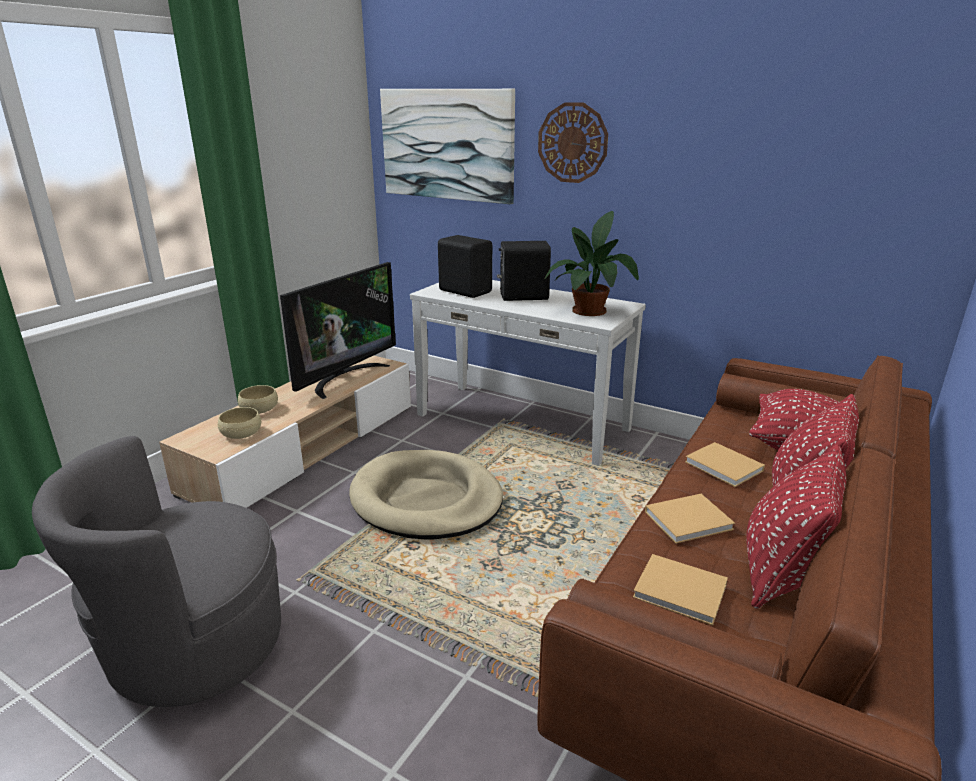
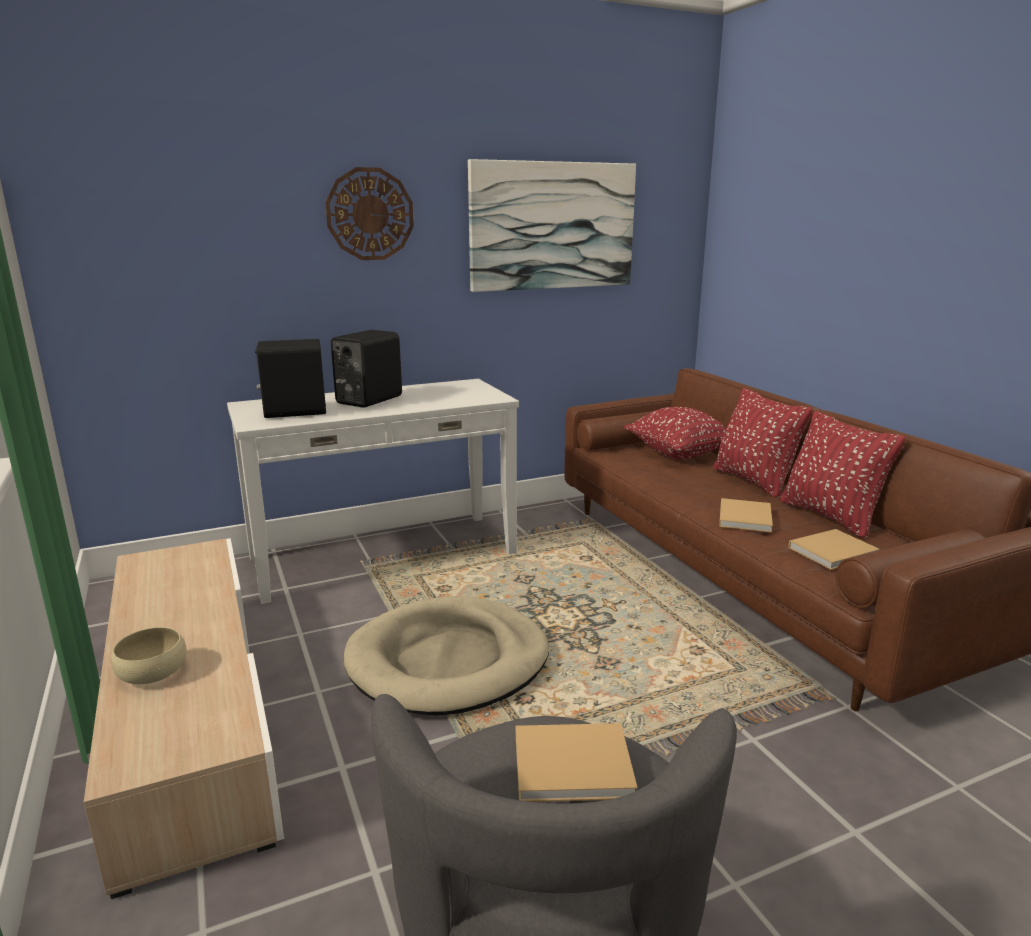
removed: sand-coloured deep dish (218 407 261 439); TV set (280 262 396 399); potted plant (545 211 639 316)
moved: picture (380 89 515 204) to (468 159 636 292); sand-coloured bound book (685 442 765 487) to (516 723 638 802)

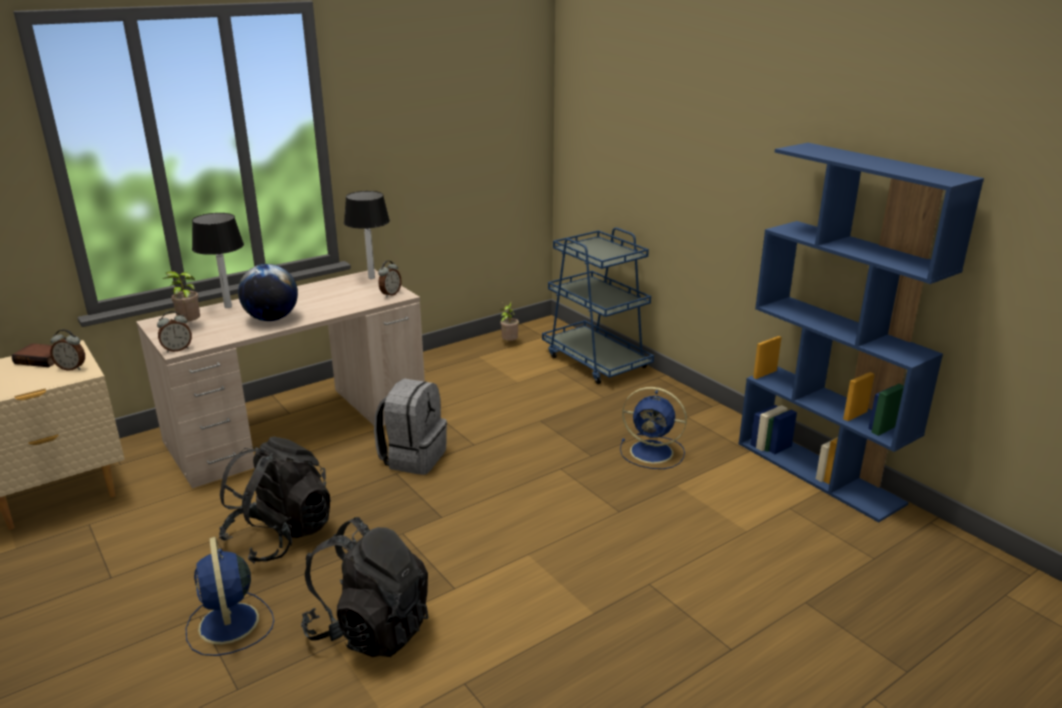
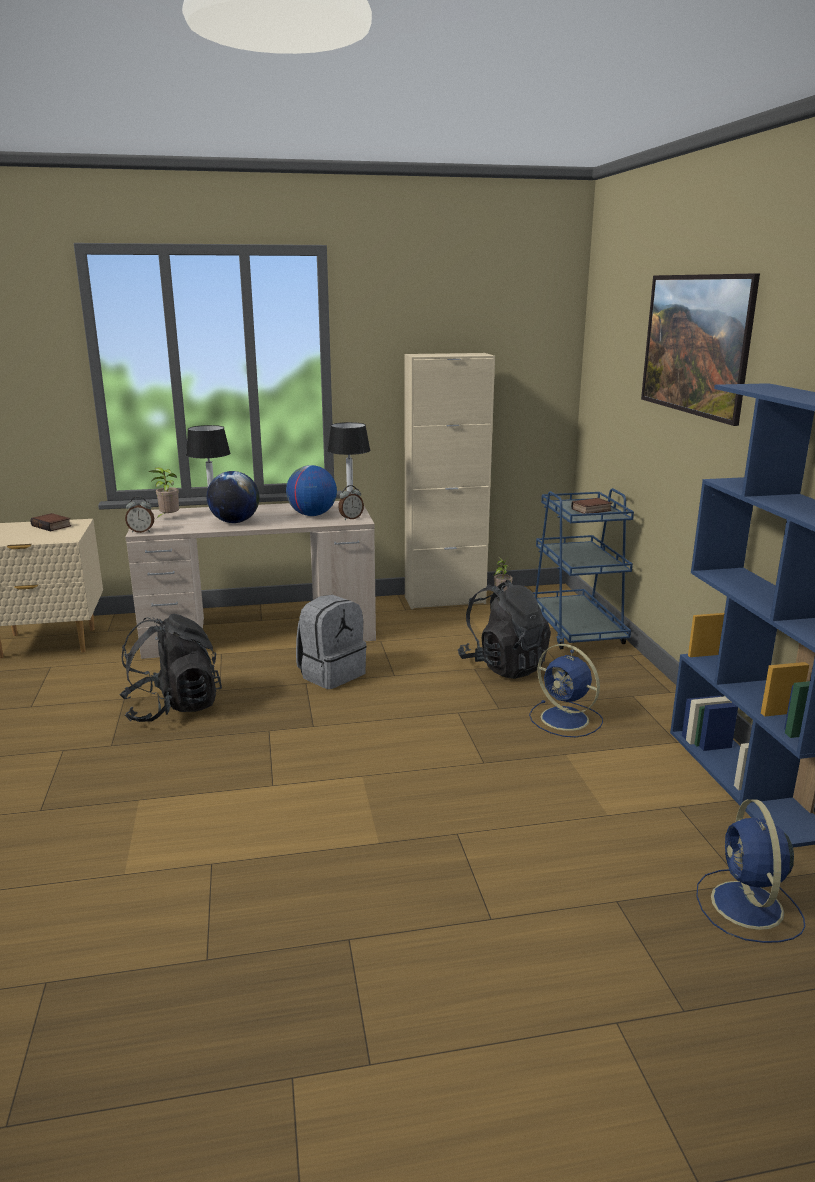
removed: bedside clock (50 329 85 371)
added: world globe (286 465 337 516); sand-coloured cupboard (405 353 495 609); bound book (571 498 612 514); picture (641 273 760 426)
moved: blue-coloured fan (186 537 274 656) to (696 799 805 943); blackish rucksack (301 517 428 657) to (458 580 551 679)

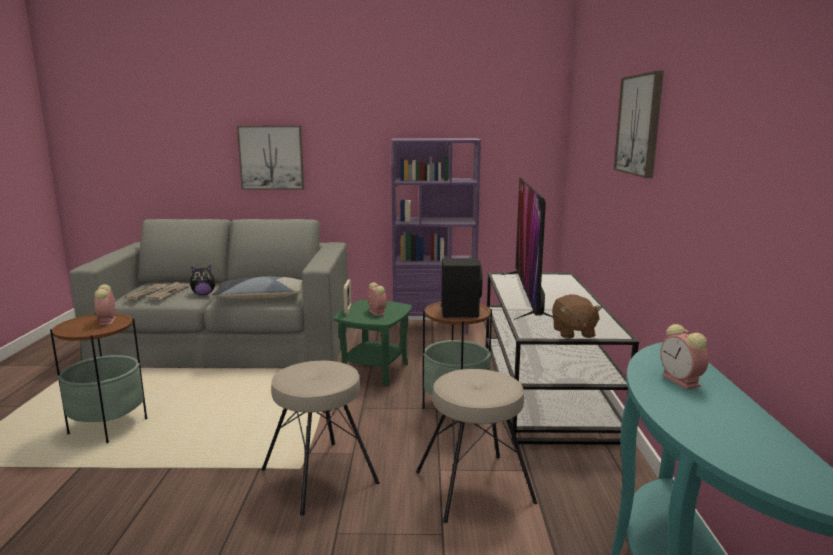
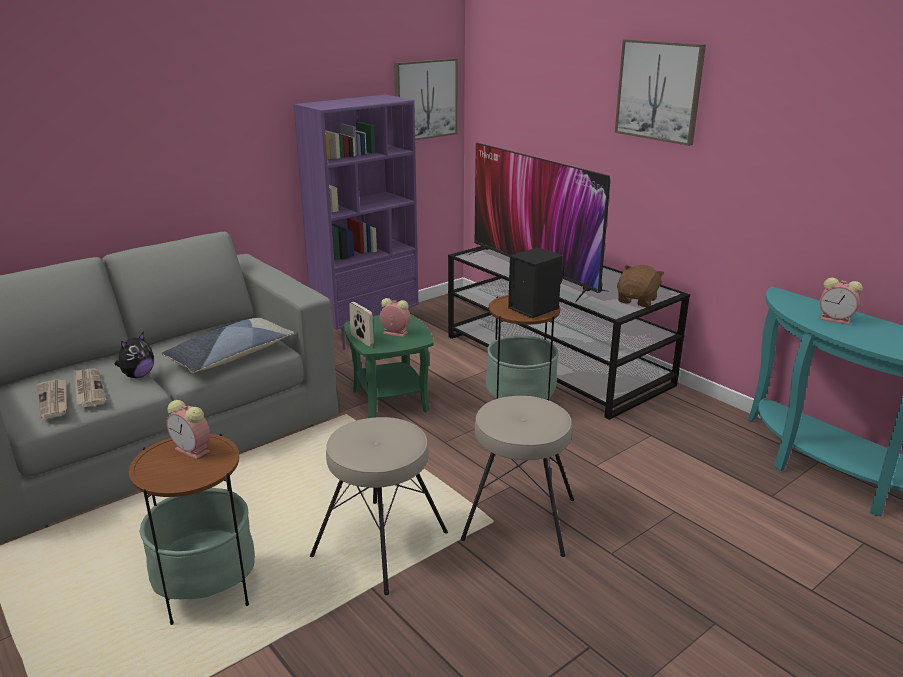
moved: picture (237 126 304 190) to (394 58 458 140); sand-coloured sitting stool (416 369 538 523) to (310 417 448 595)
turned: brown cuddly toy (552 294 602 339) = (617 265 665 307) 105 degrees counterclockwise

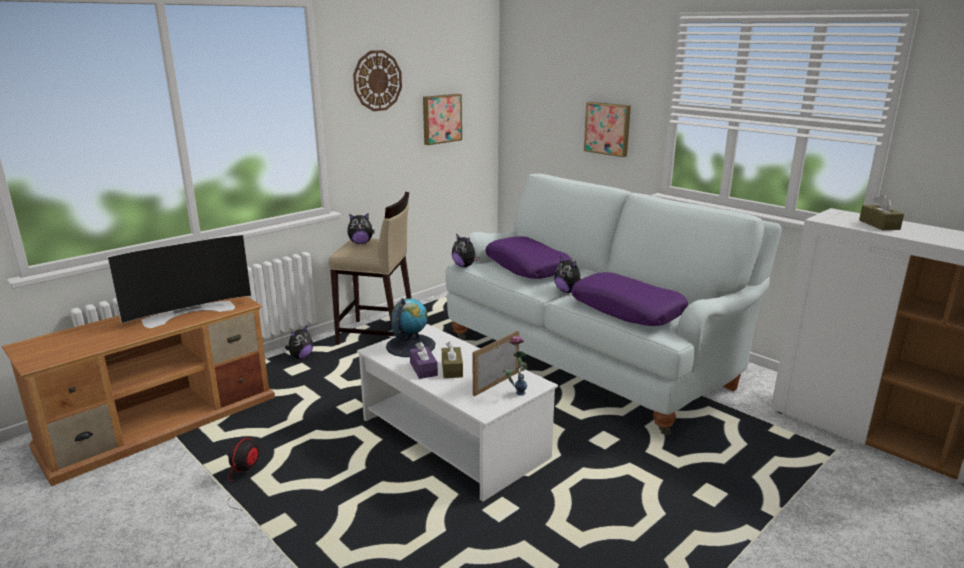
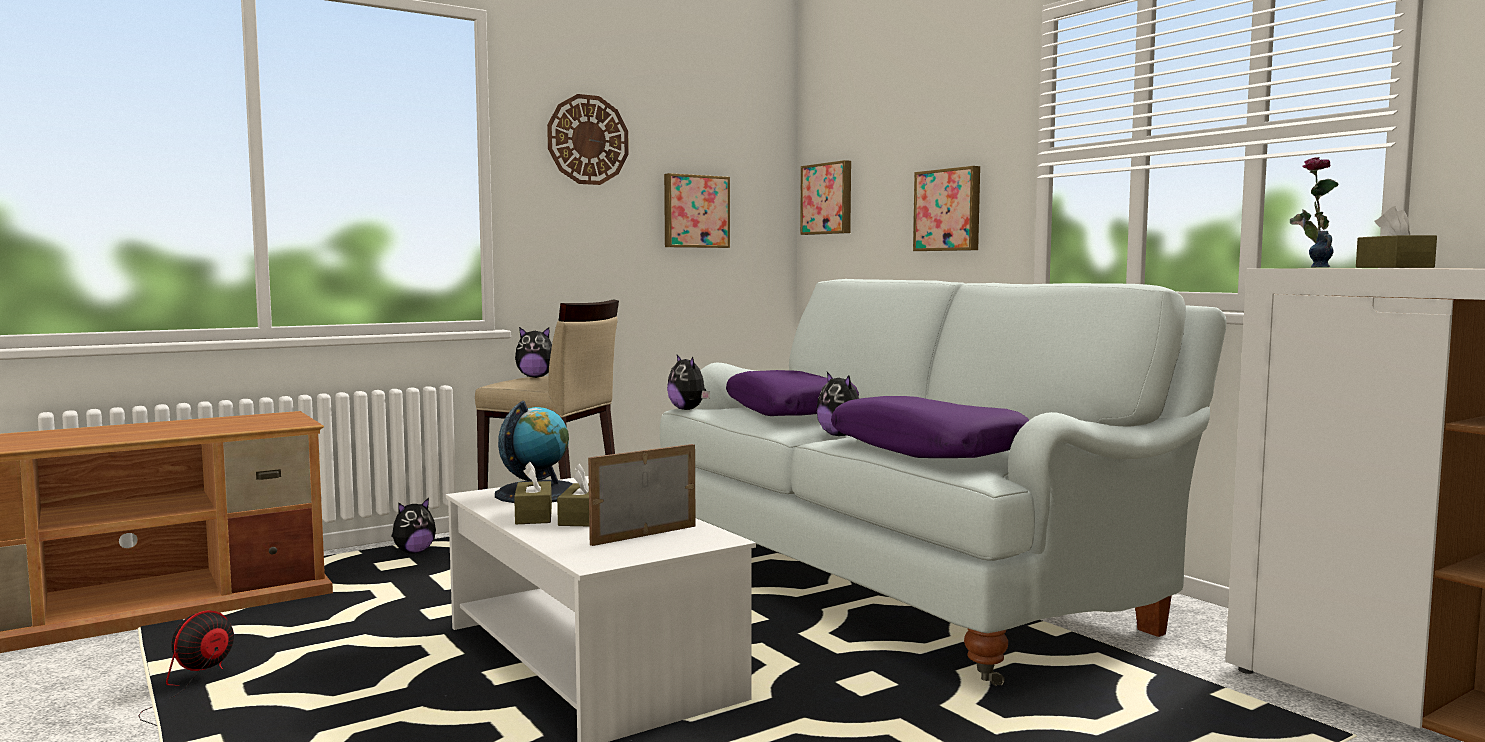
removed: TV set (107 235 252 328)
added: picture (800 160 851 235)
moved: decorative vase (502 336 527 396) to (1290 157 1339 268)
recoloured: purple box of tissues (410 342 438 379) to brown box of tissues (514 462 552 524)

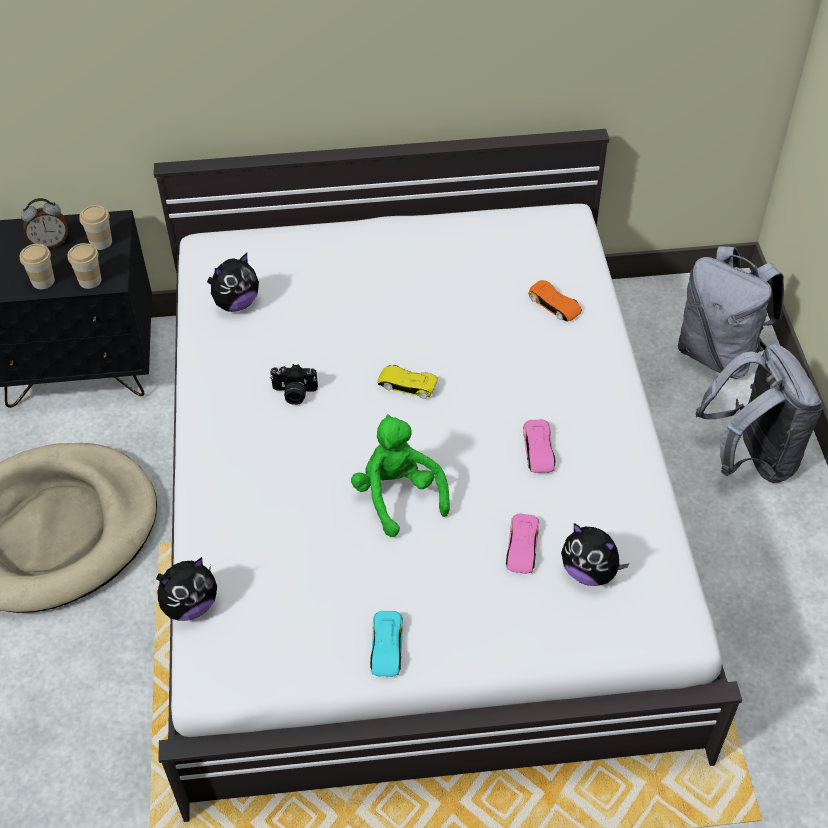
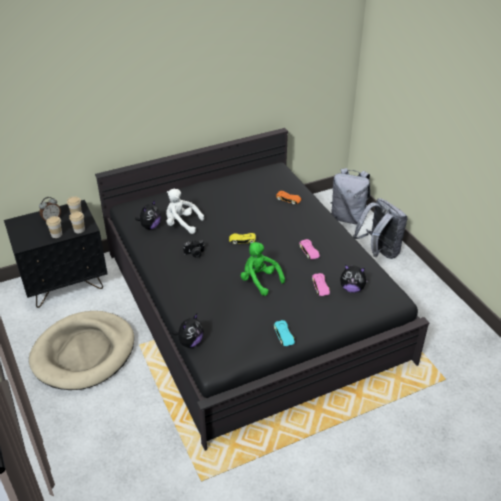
added: white cuddly toy (166 189 204 234)
recoloured: white bedroom bed (154 129 742 822) to blackish bedroom bed (95 128 429 451)

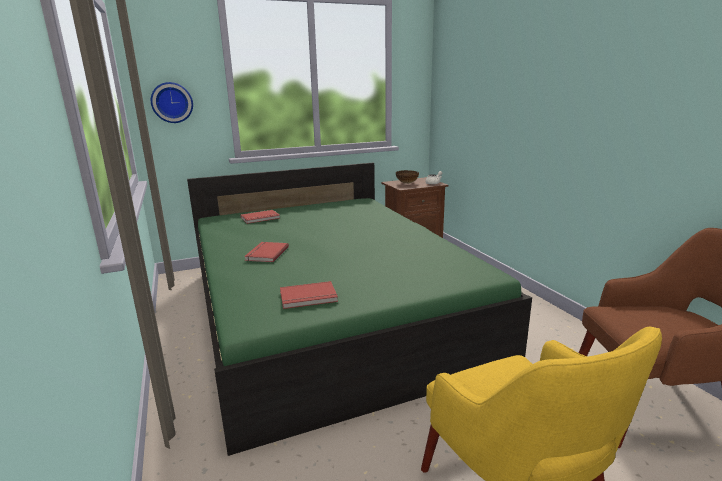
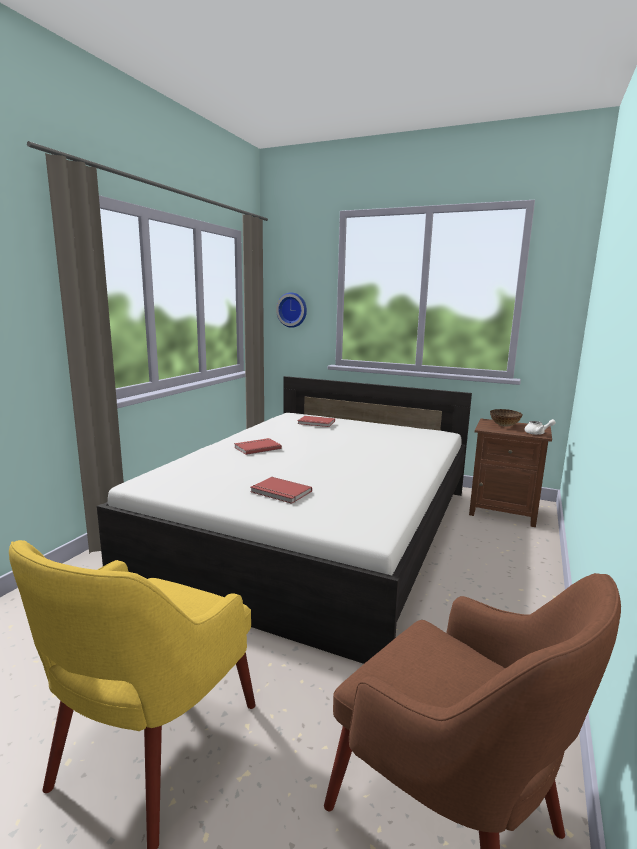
moved: red-coloured bound book (280 281 338 309) to (250 477 312 504)
recoloured: greenish bedroom bed (187 163 532 456) to white bedroom bed (97 376 472 664)

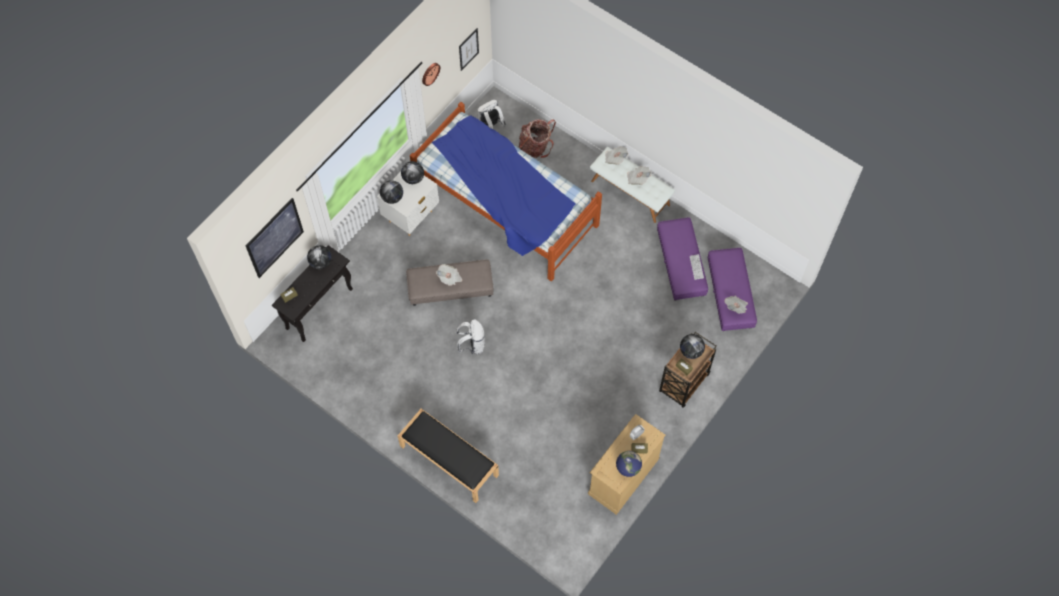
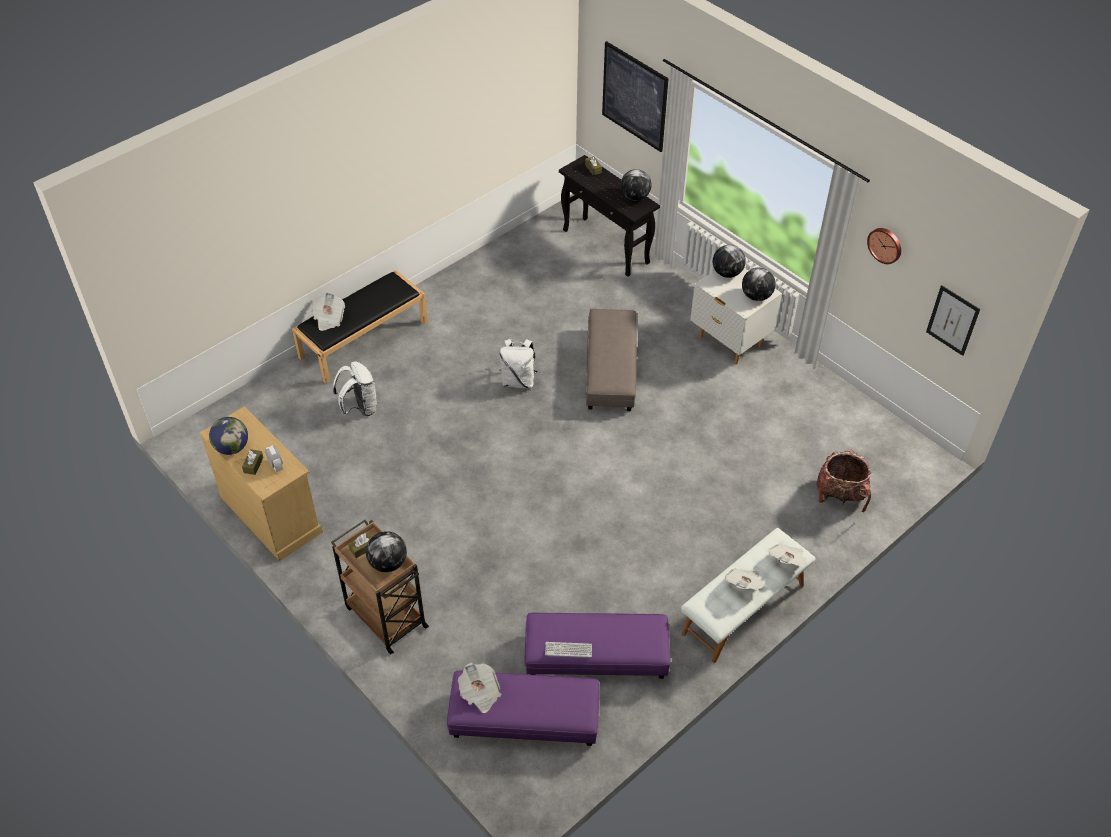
removed: bedroom bed (410 102 602 282)
moved: daily paper (436 264 462 286) to (312 292 345 331); white rucksack (477 100 506 129) to (333 361 377 416)

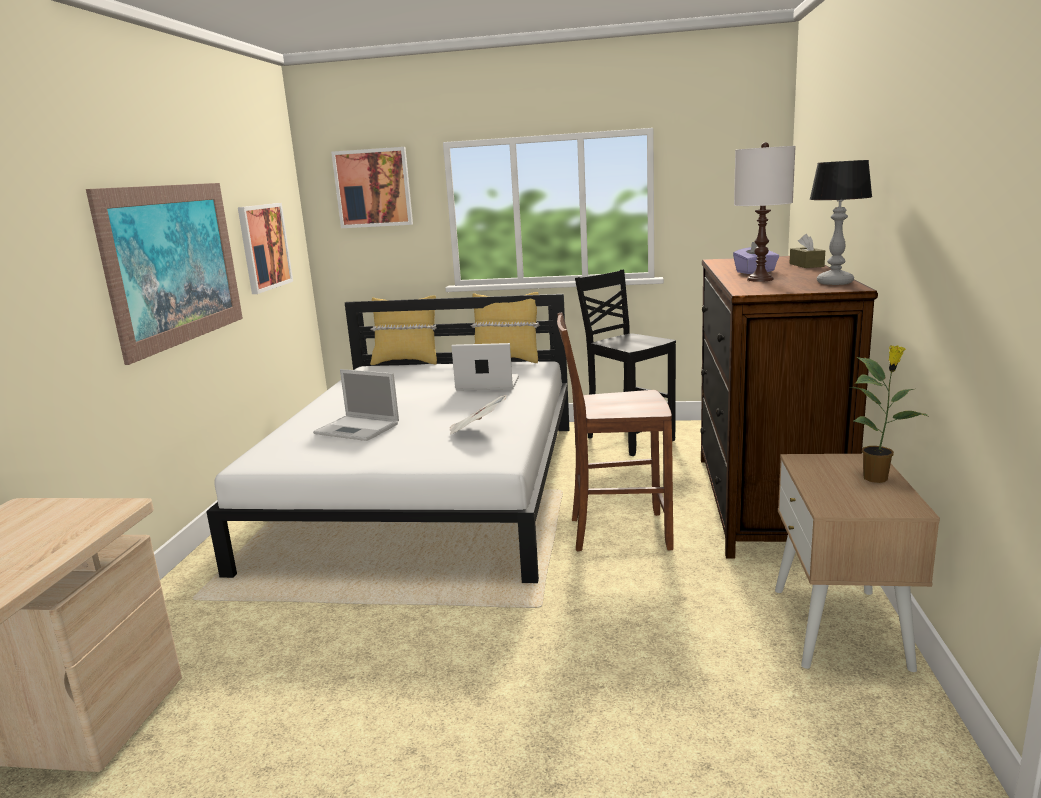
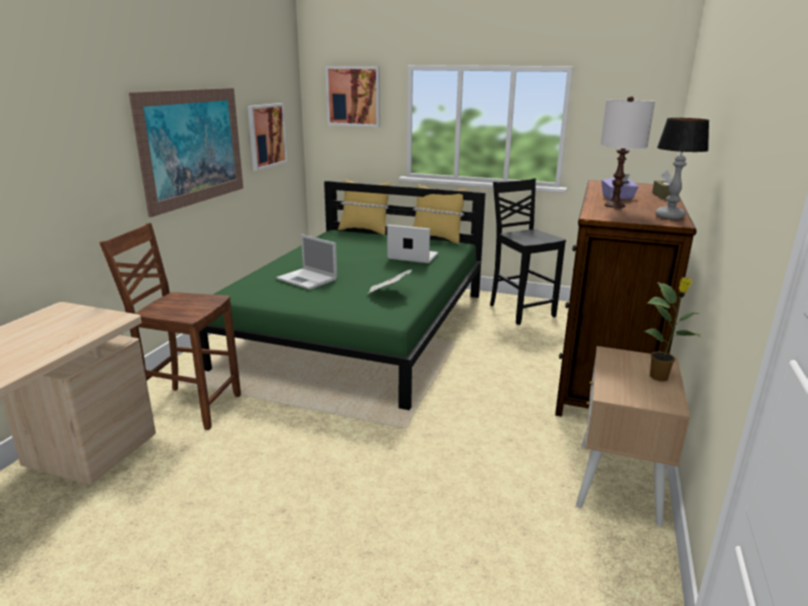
moved: brown chair (557 313 673 552) to (99 223 241 430)
recoloured: white bedroom bed (206 294 570 583) to greenish bedroom bed (199 181 486 410)

